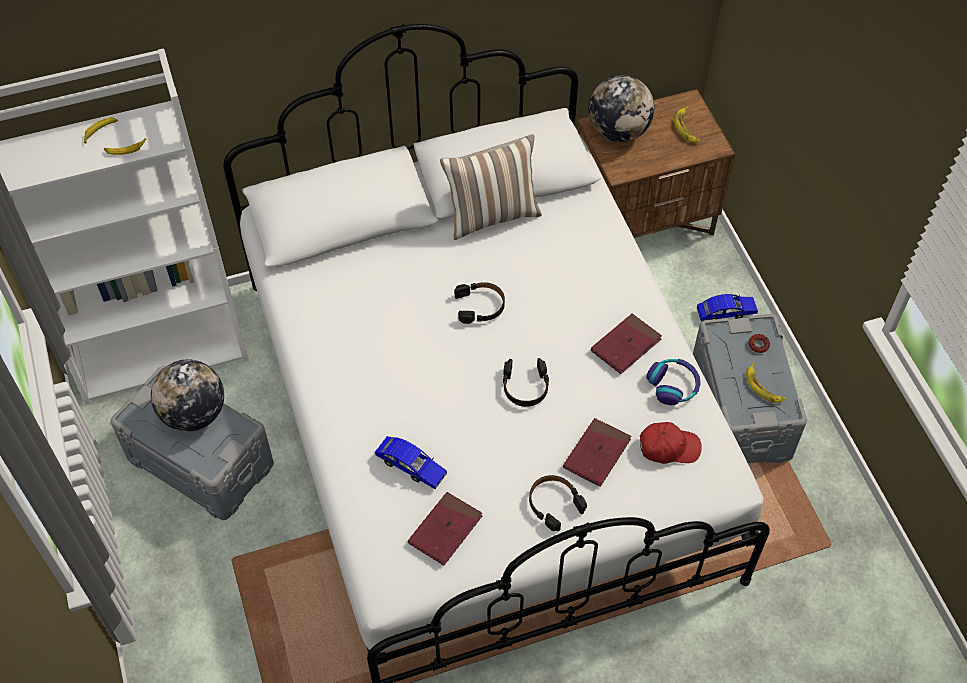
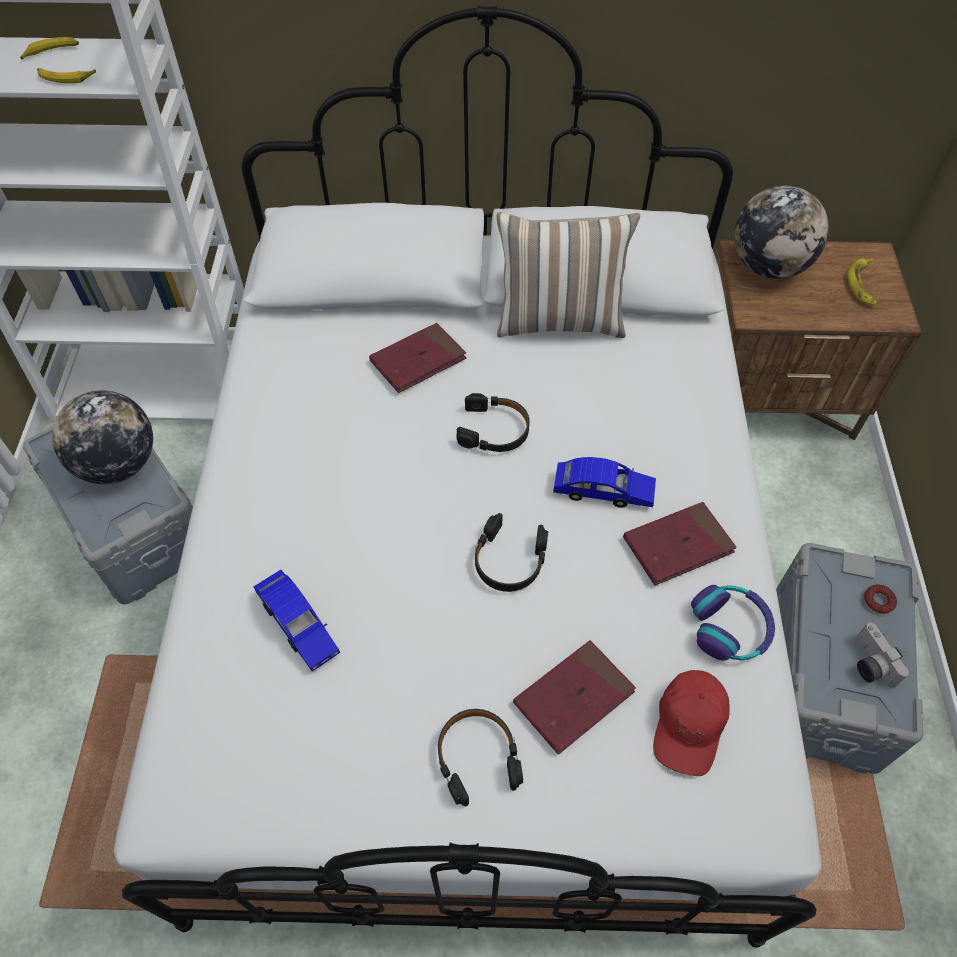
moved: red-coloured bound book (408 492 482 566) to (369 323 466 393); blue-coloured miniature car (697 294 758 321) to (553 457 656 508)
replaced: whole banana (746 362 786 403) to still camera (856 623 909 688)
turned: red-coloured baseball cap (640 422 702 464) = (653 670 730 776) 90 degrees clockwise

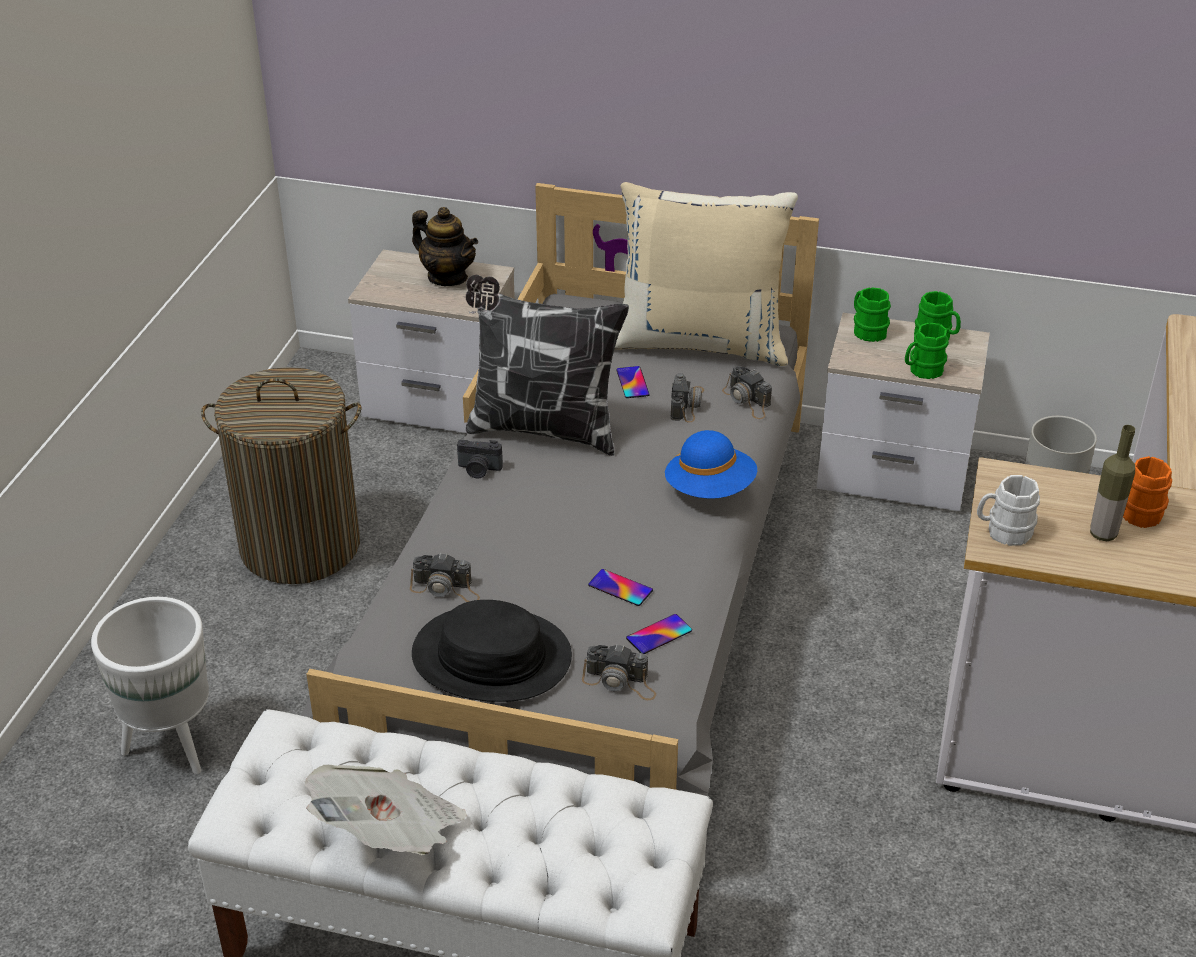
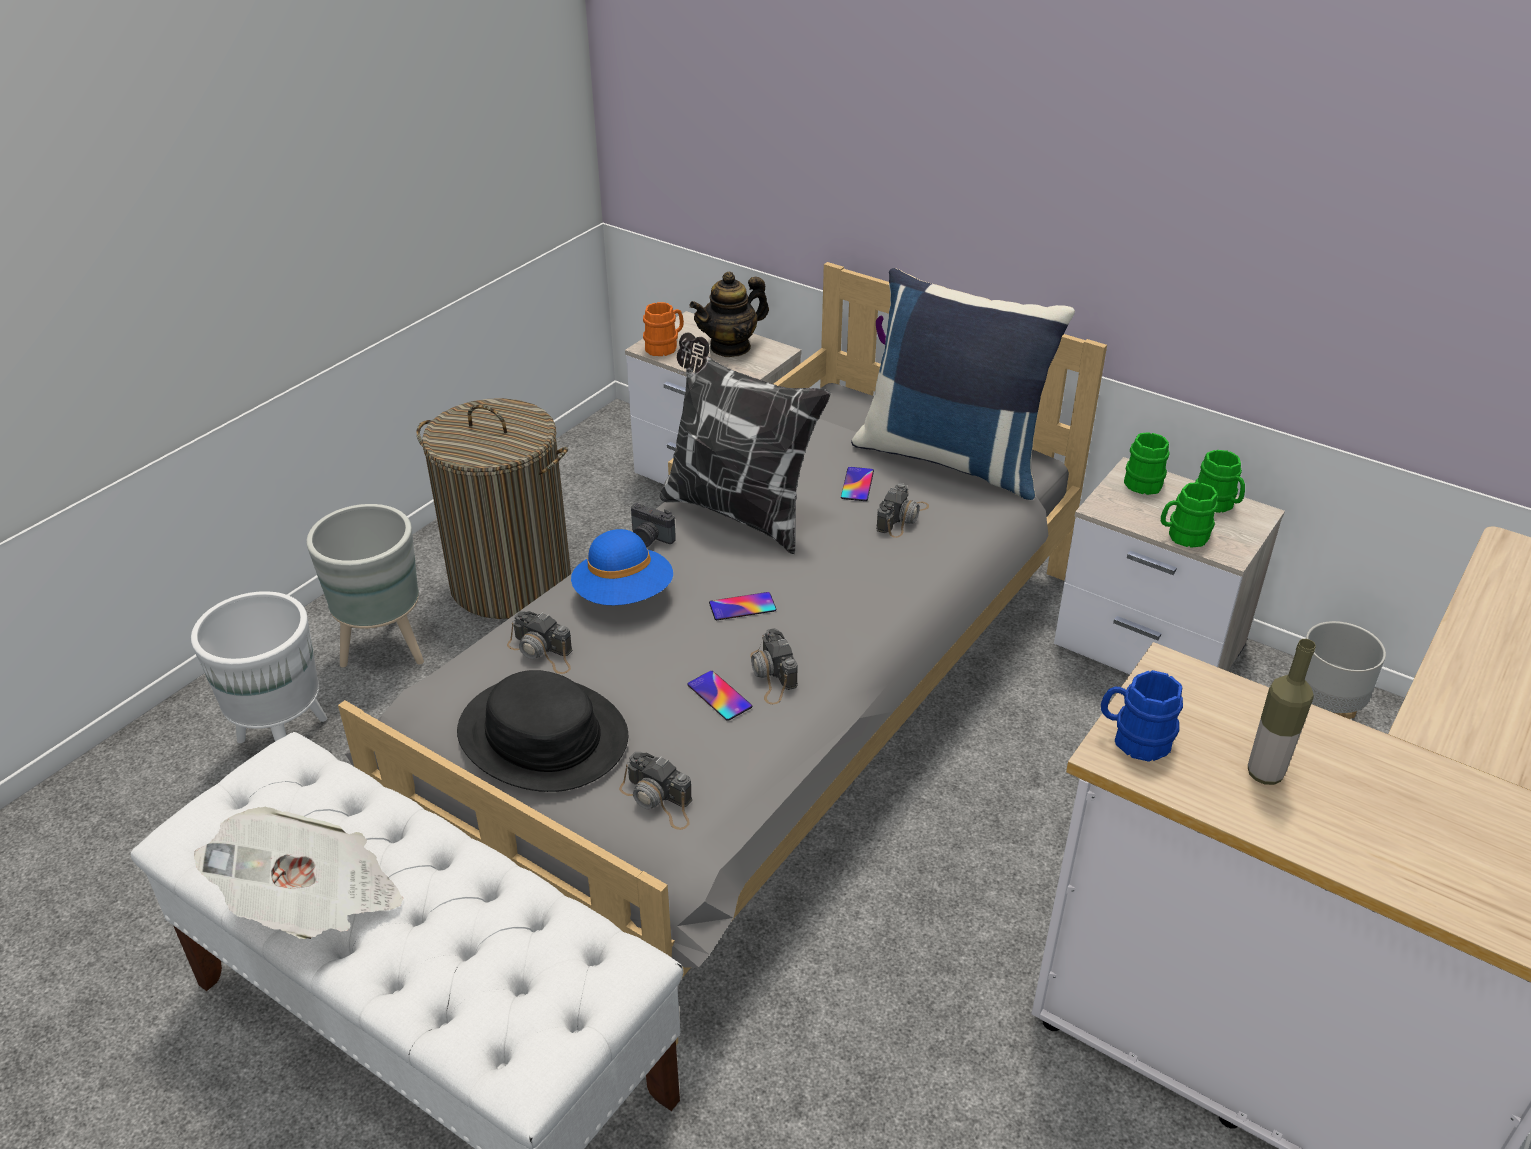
added: greyish planter (306 504 424 667)
moved: telephone (626 614 692 654) to (709 592 776 620); blue-coloured clothing hat (665 430 757 499) to (571 529 673 605); still camera (722 366 772 419) to (750 628 798 705); orange tea mug (1123 456 1172 528) to (643 302 684 356)
recoloured: sand-coloured cushion (615 182 798 366) to blue-coloured cushion (851 268 1075 500); white tea mug (977 475 1040 546) to blue-coloured tea mug (1101 670 1183 762)
turned: teapot (412 207 478 286) = (689 271 769 357) 90 degrees clockwise

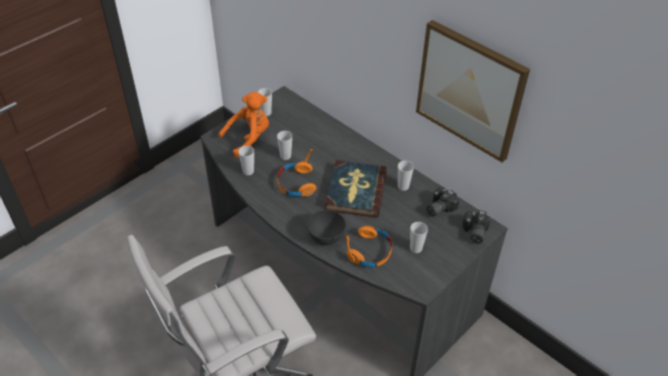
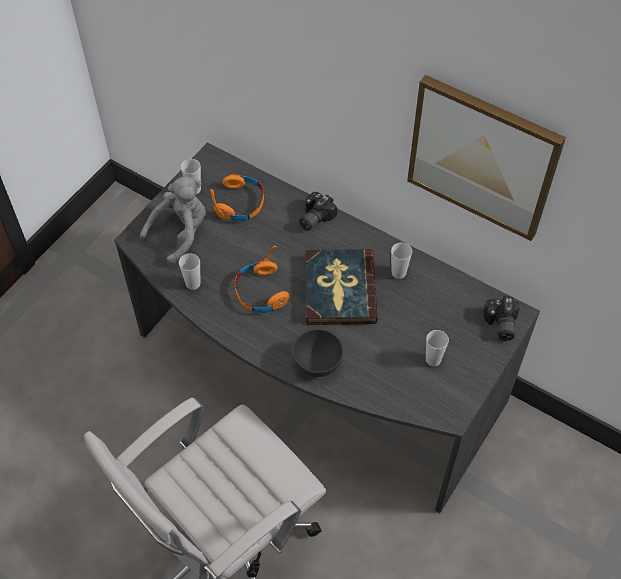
removed: cup (277 131 293 160)
moved: orange pair of headphones (346 225 392 267) to (210 174 264 221); still camera (427 187 459 217) to (299 192 337 231)
recoloured: orange cuddly toy (219 92 269 157) to greyish cuddly toy (140 176 206 265)

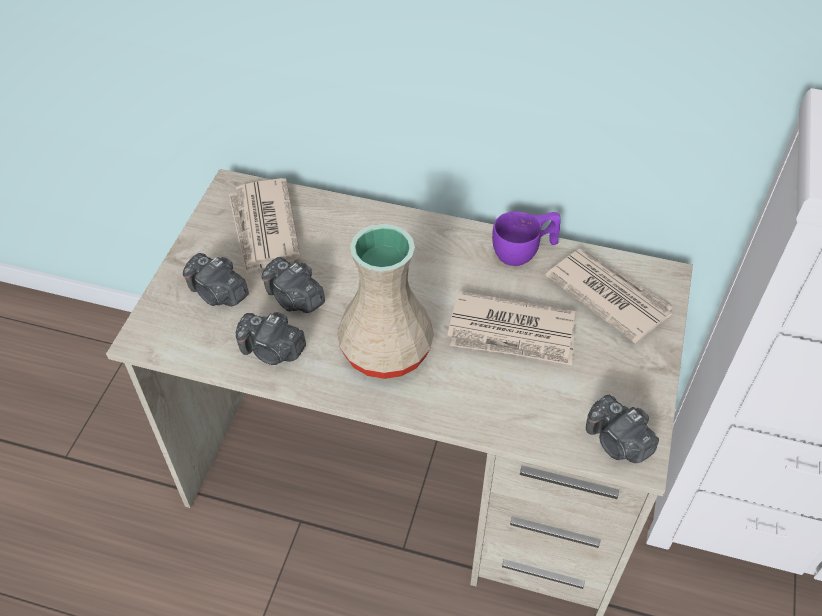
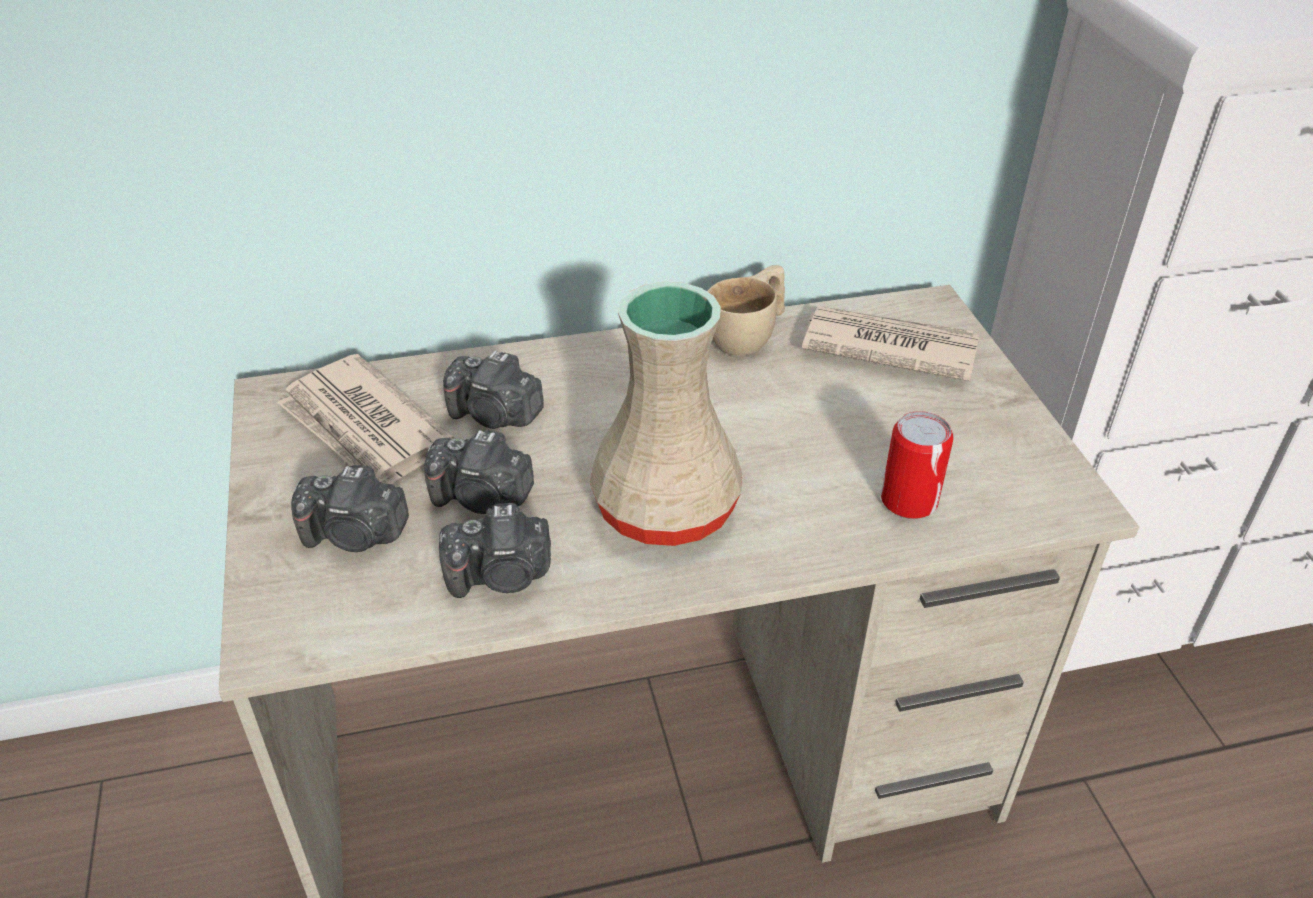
removed: daily paper (447 291 575 365)
added: can (881 411 953 519)
moved: still camera (586 394 659 463) to (443 351 544 429)
recoloured: purple cup (492 211 561 266) to sand-coloured cup (707 265 785 356)

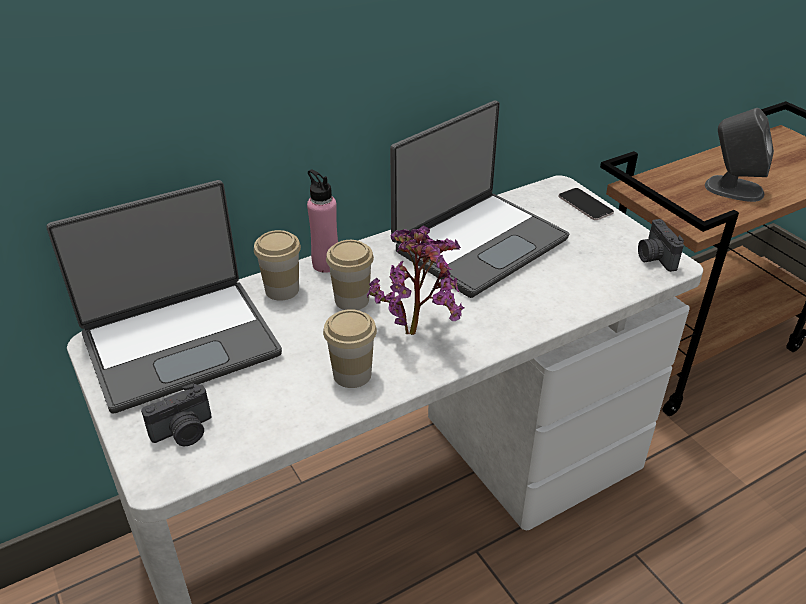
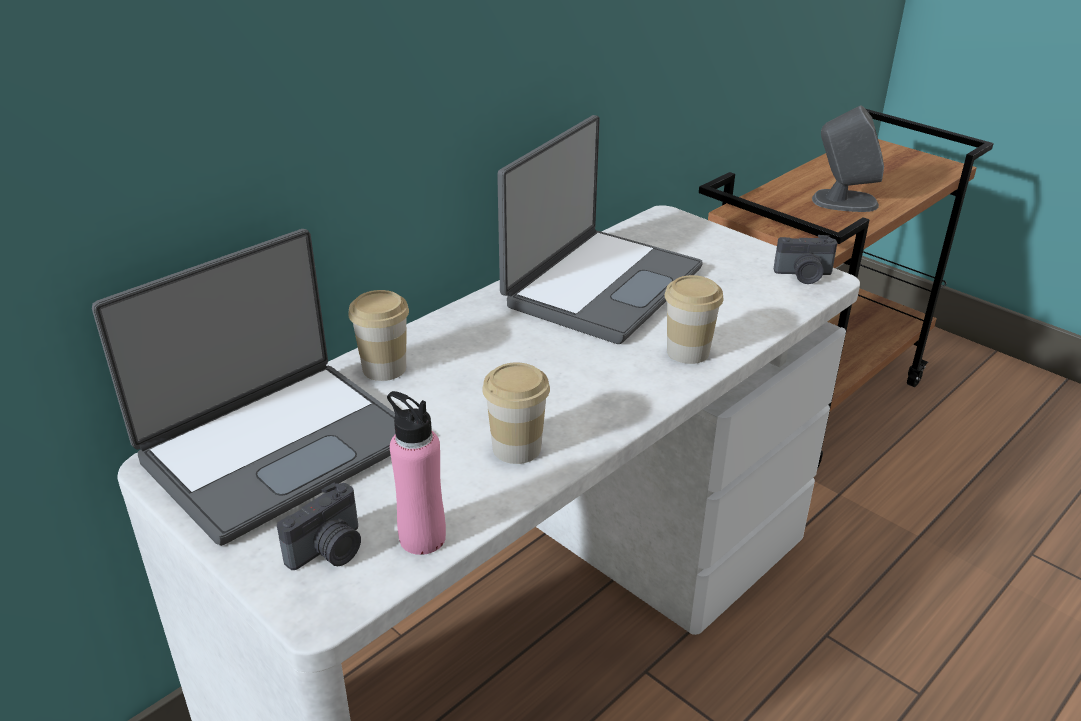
removed: potted plant (367 226 464 335); telephone (558 188 614 220)
moved: pinkish drink bottle (307 170 338 273) to (387 391 446 555); cup (326 240 374 310) to (664 275 723 364)
turned: still camera (638 219 684 272) = (774 235 837 284) 60 degrees counterclockwise

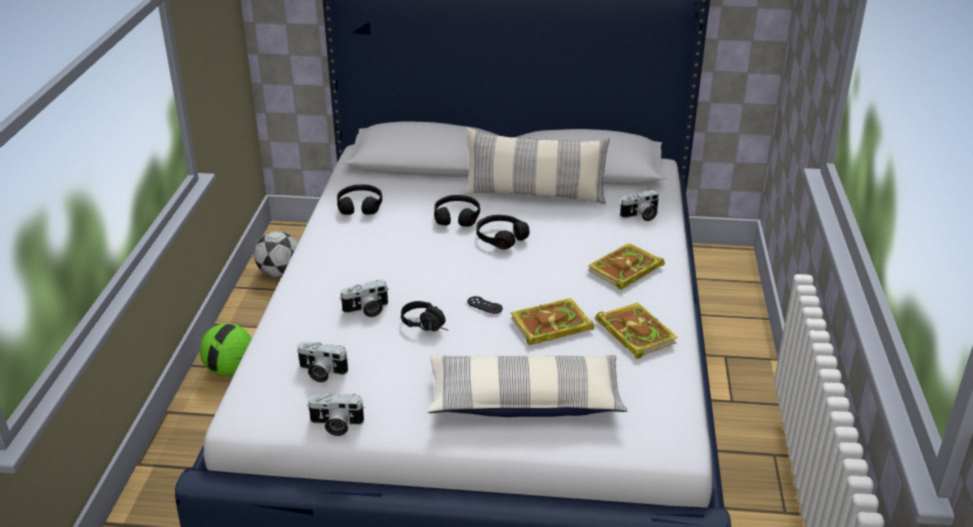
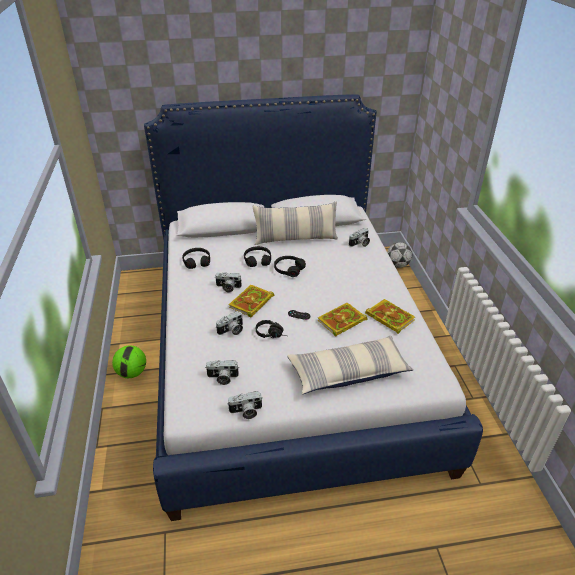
added: still camera (215 272 242 292)
moved: football ball (254 231 298 277) to (387 242 413 268); bound book (588 243 665 290) to (229 285 274 317)

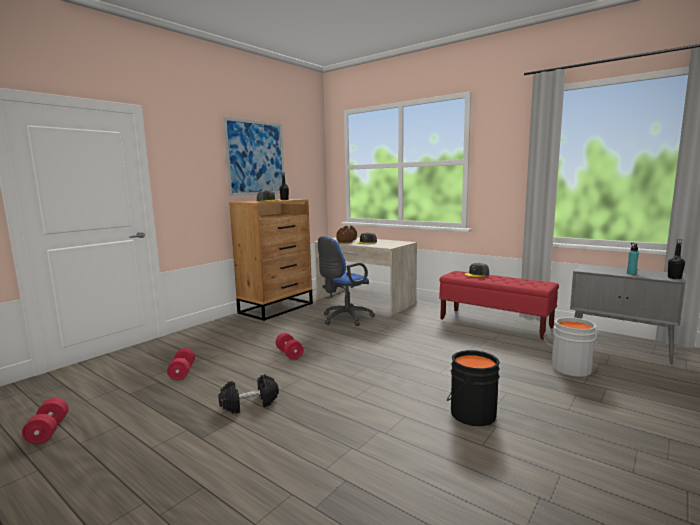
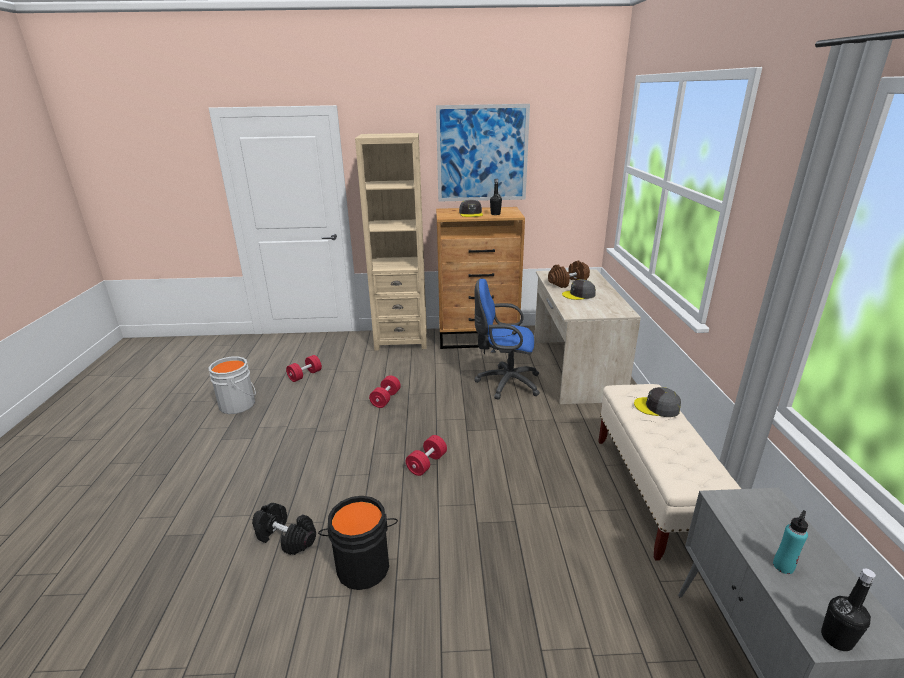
added: sand-coloured shelving unit (355 133 427 351)
moved: red-coloured dumbbell (22 398 68 444) to (406 435 447 476); blackish dumbbell (218 374 279 414) to (252 503 316 555); greyish bucket (544 317 602 377) to (209 356 256 414)
recoloured: red-coloured indoor bench (439 271 559 340) to sand-coloured indoor bench (598 384 741 561)

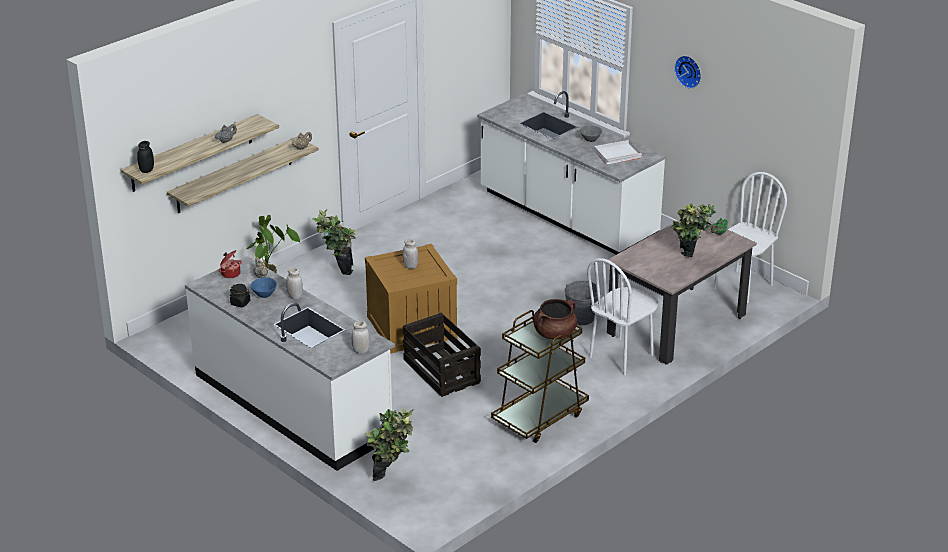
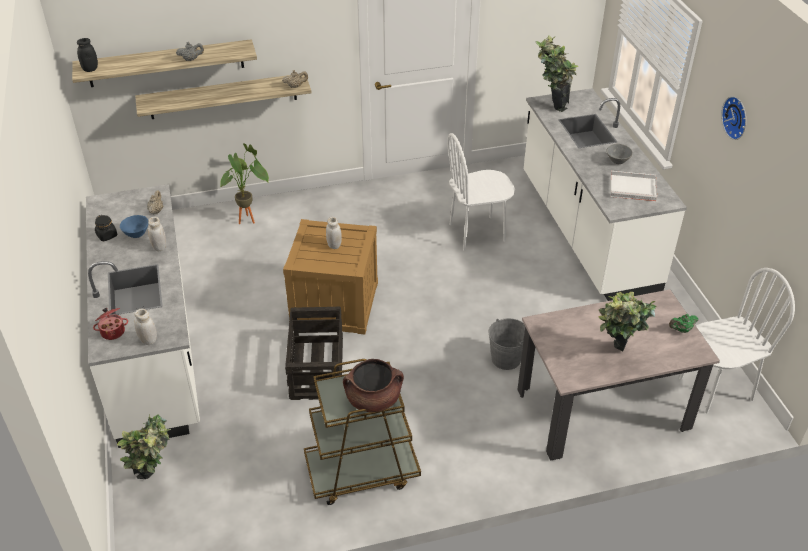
moved: stockpot (218 250 242 278) to (93 308 128 340); potted plant (312 209 356 275) to (536 35 578 112); white chair (587 258 658 375) to (447 133 515 251)

